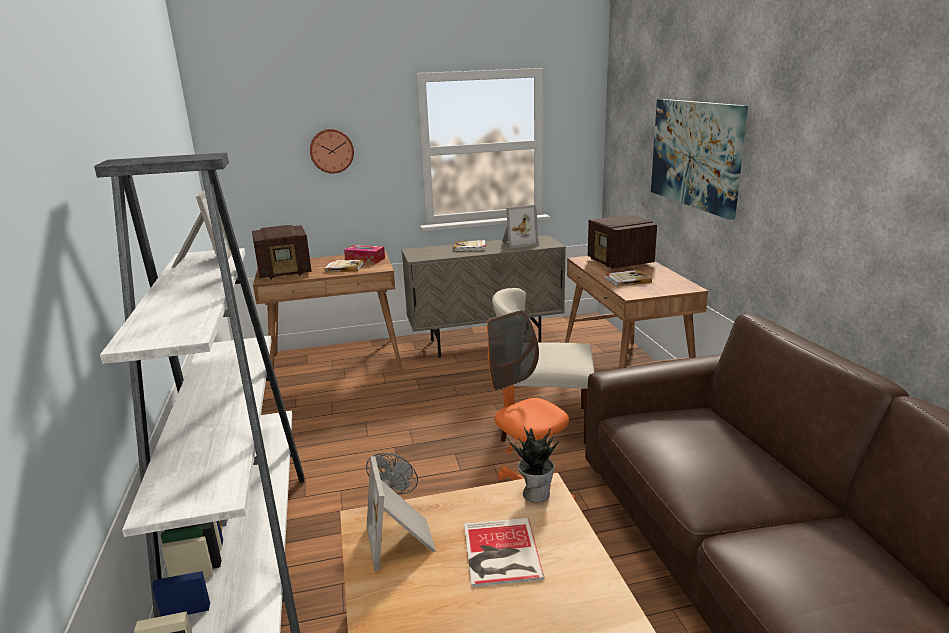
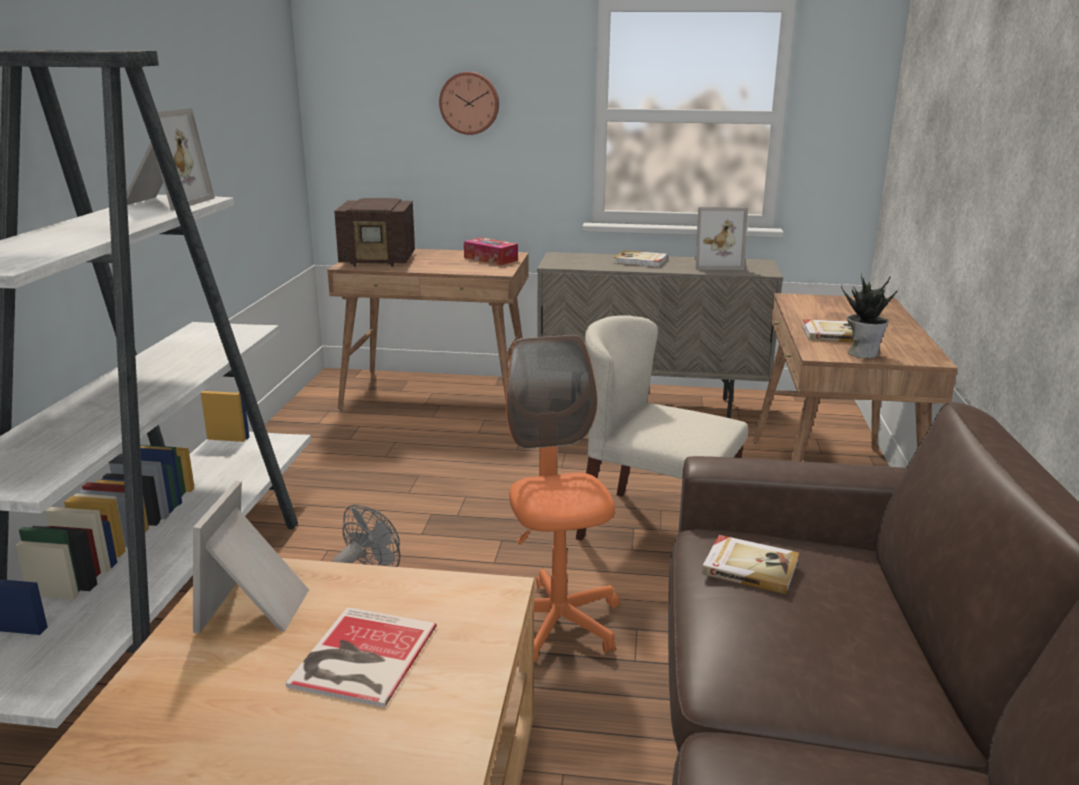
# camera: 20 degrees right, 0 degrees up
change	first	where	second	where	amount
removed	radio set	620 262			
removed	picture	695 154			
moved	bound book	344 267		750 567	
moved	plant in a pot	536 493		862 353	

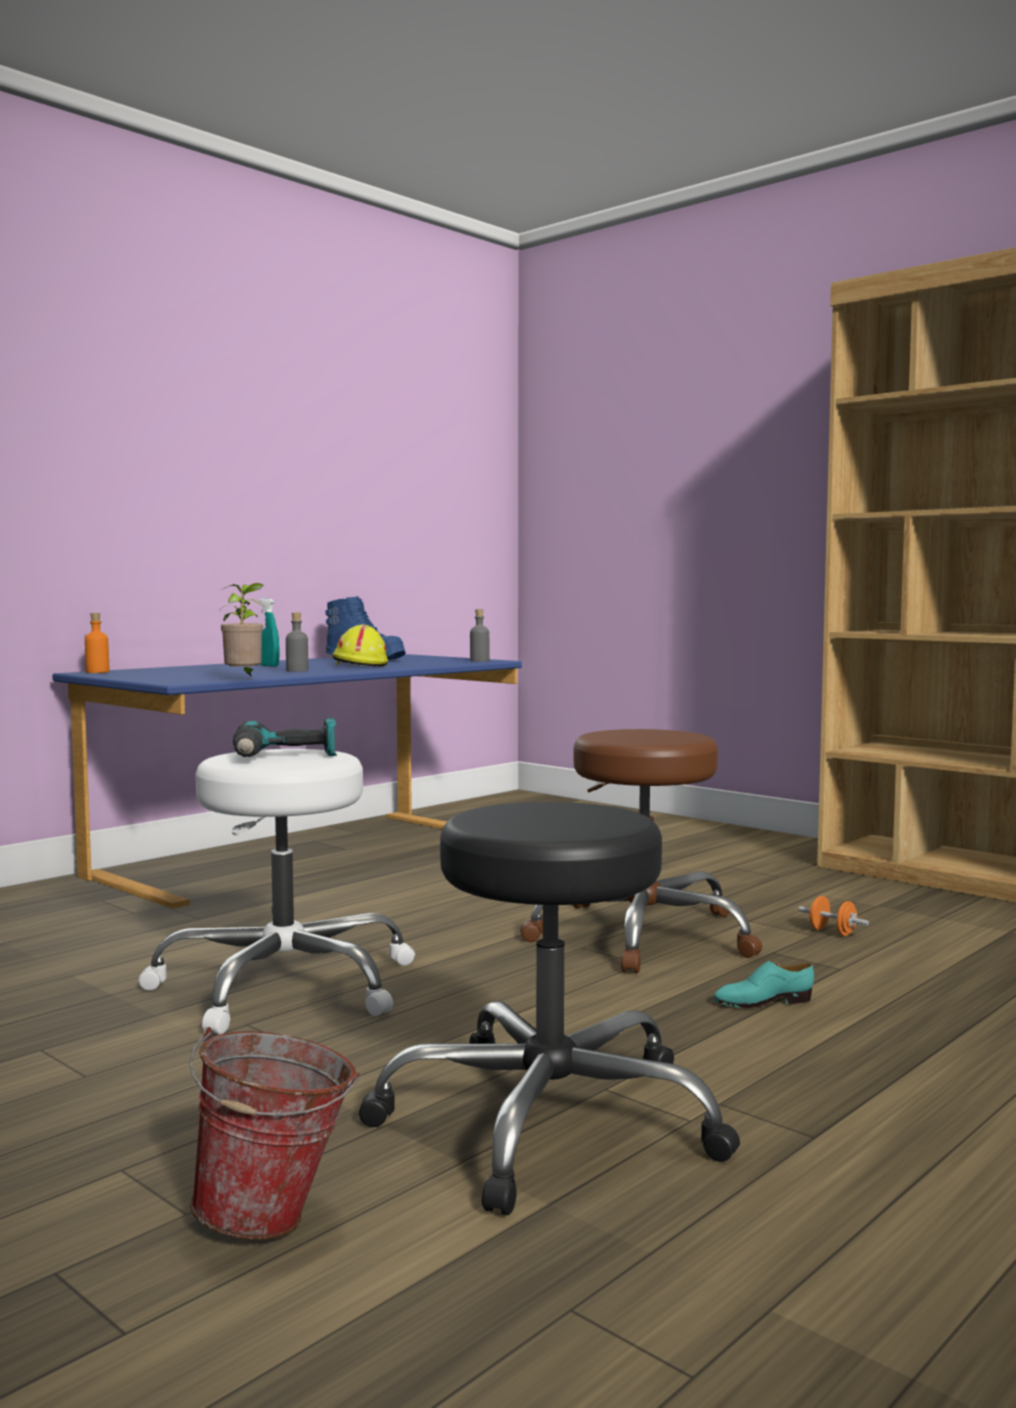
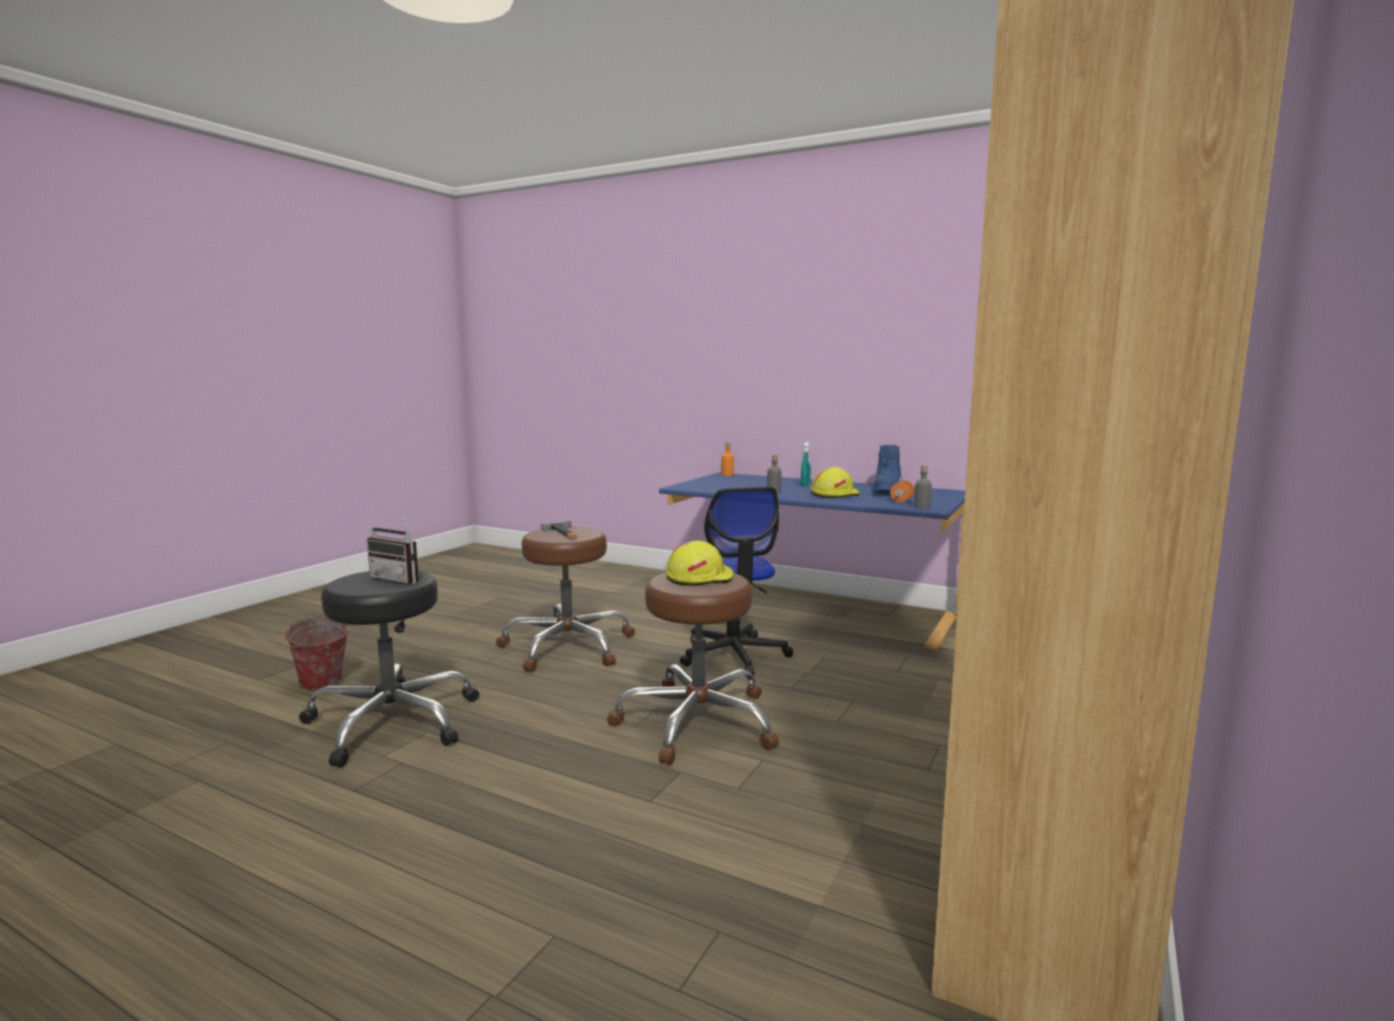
# camera: 75 degrees right, 5 degrees up
change	first	where	second	where	amount
removed	plant in a pot	244 679			
removed	turquoise shoe	762 1002			
added			radio set	400 579	
added			yellow work helmet	699 578	
added			desk chair	734 655	
moved	orangey free weight	832 932		901 501	
replaced	drill	285 757	hammer	565 534	
recoloured	white-coloured stool seat	286 985	brown stool seat	567 647	

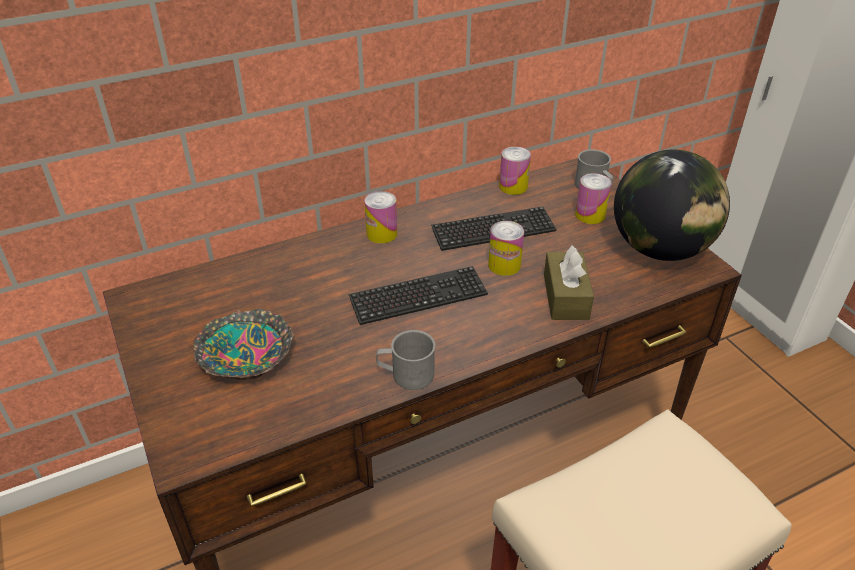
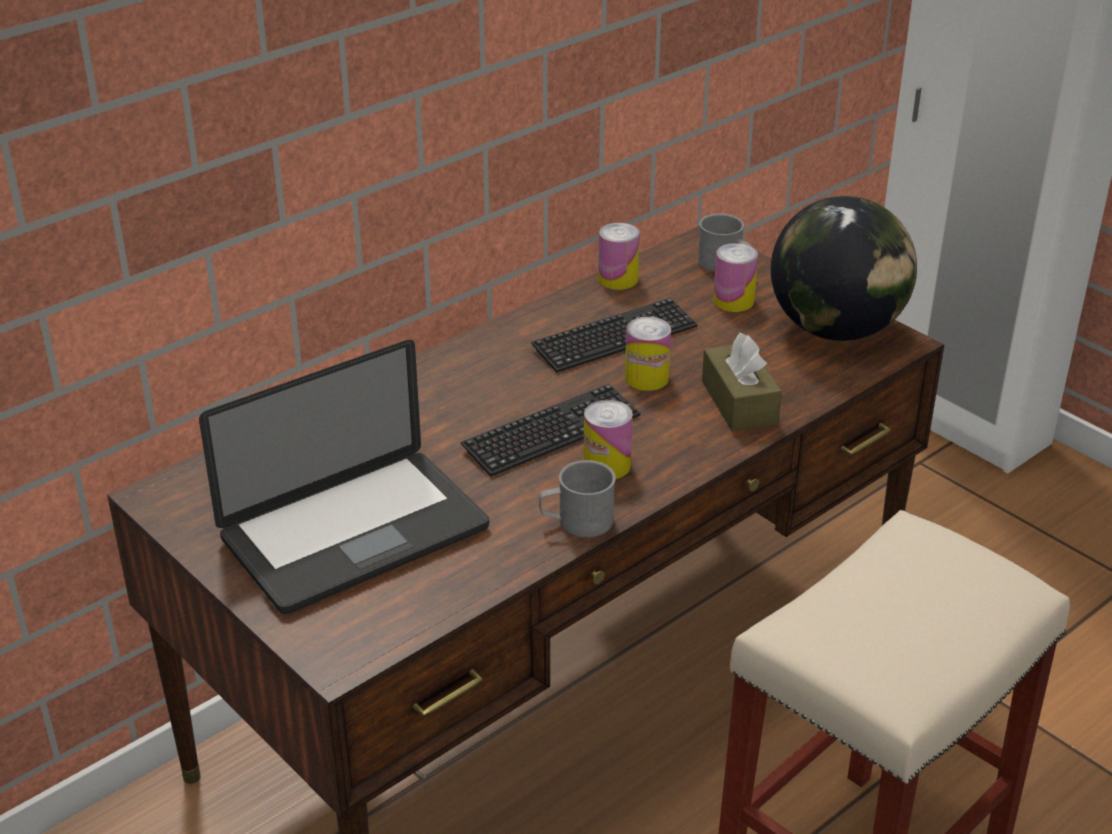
# camera: 15 degrees left, 5 degrees down
change	first	where	second	where	amount
moved	sealed can	381 234		607 465	
replaced	serving bowl	245 353	notebook computer	355 534	

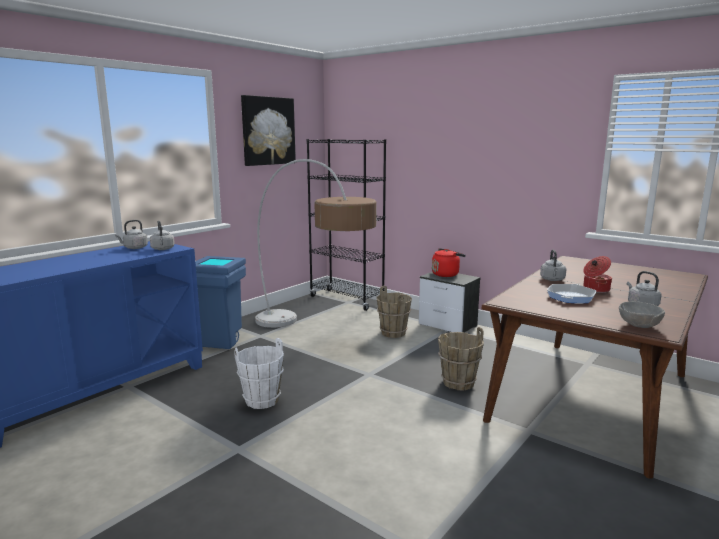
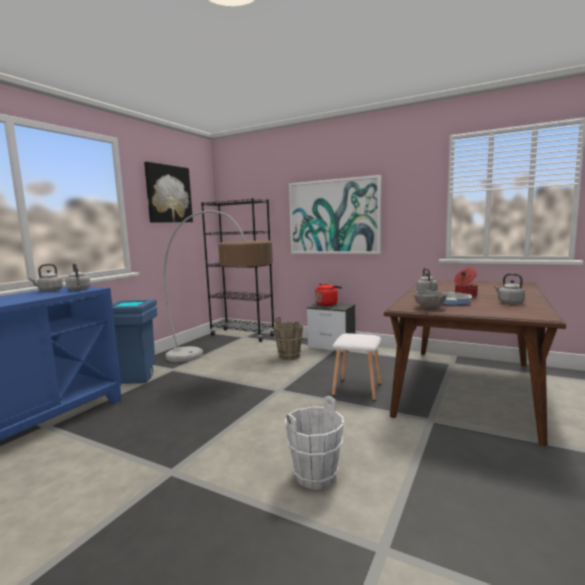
# camera: 10 degrees left, 5 degrees down
change	first	where	second	where	amount
added			picture	334 217	
moved	white-coloured pail	262 401		316 476	
moved	gray serving bowl	639 326		430 307	
replaced	brown pail	458 383	white-coloured stool seat	357 389	

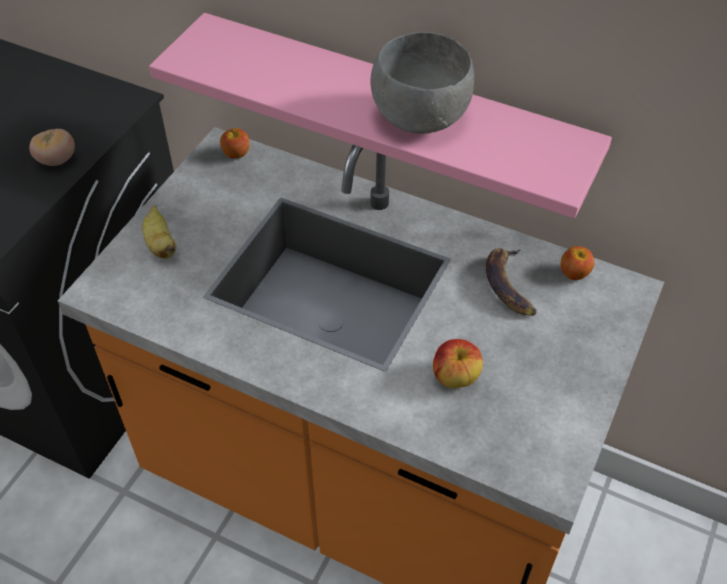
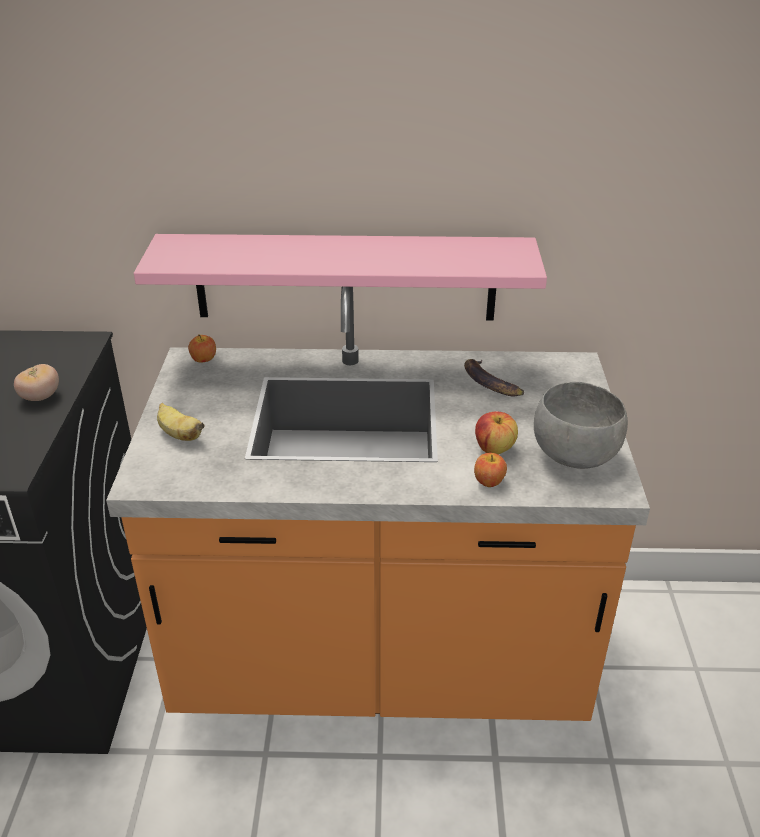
# camera: 25 degrees left, 15 degrees down
change	first	where	second	where	amount
moved	gray serving bowl	420 116		573 455	
moved	apple fruit	574 273		489 481	

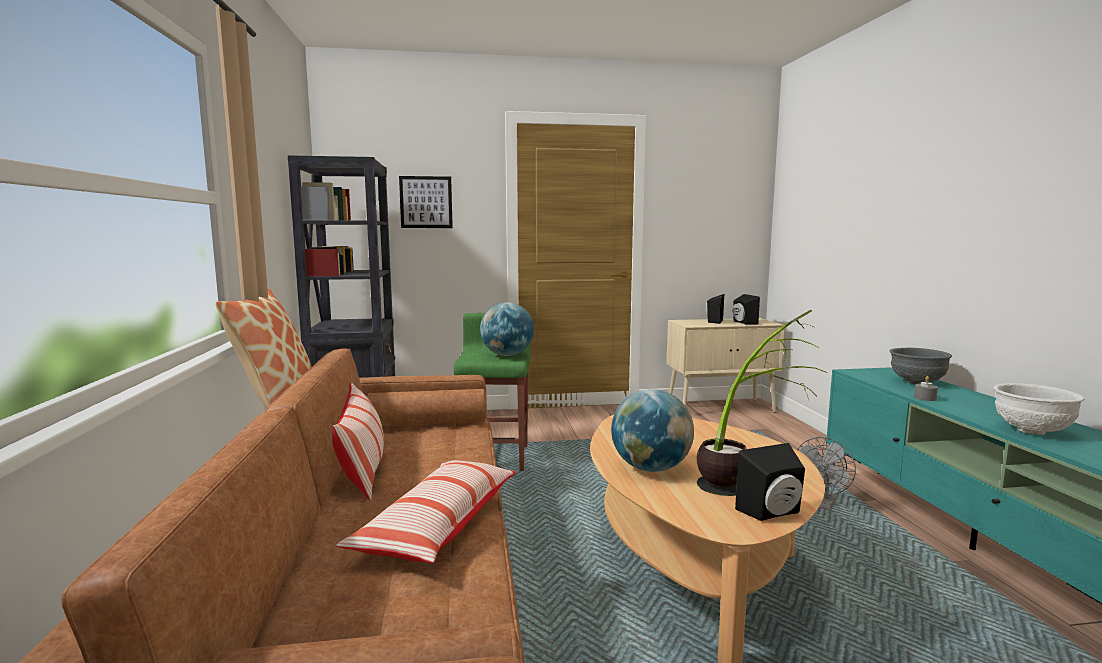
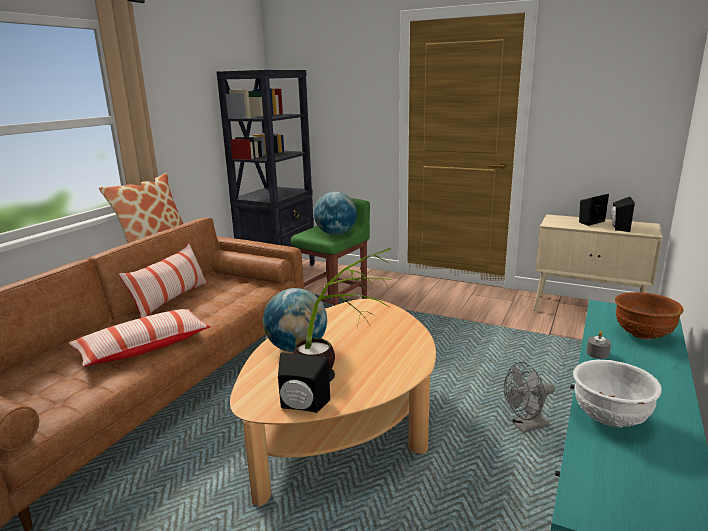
# camera: 35 degrees right, 10 degrees up
change	first	where	second	where	amount
removed	picture	426 202			
recoloured	gray serving bowl	916 382	brown serving bowl	642 335	

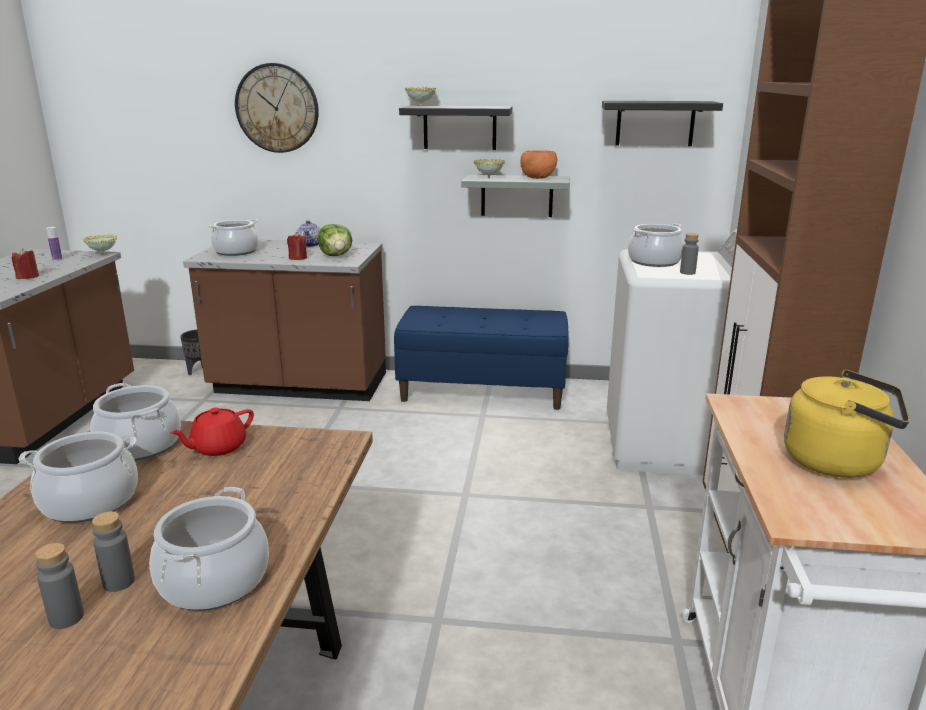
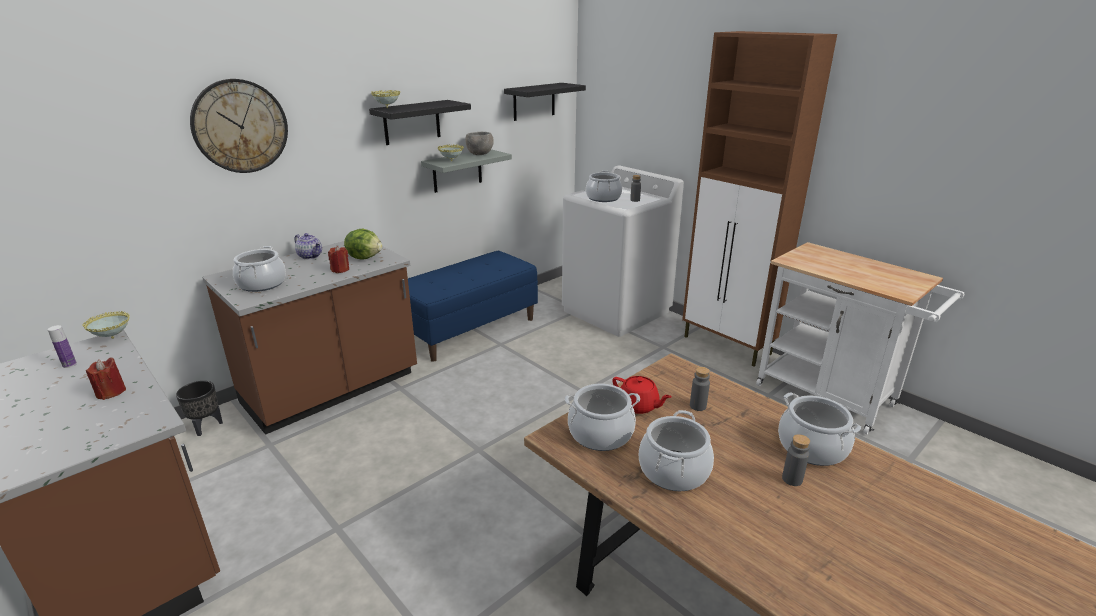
# camera: 50 degrees left, 5 degrees up
change	first	where	second	where	amount
removed	yellow water kettle	838 462			
moved	gray bottle	66 618		698 406	
recoloured	orangey serving bowl	537 178	gray serving bowl	479 154	
turned	reddish teapot	217 447		638 406	45 degrees counterclockwise

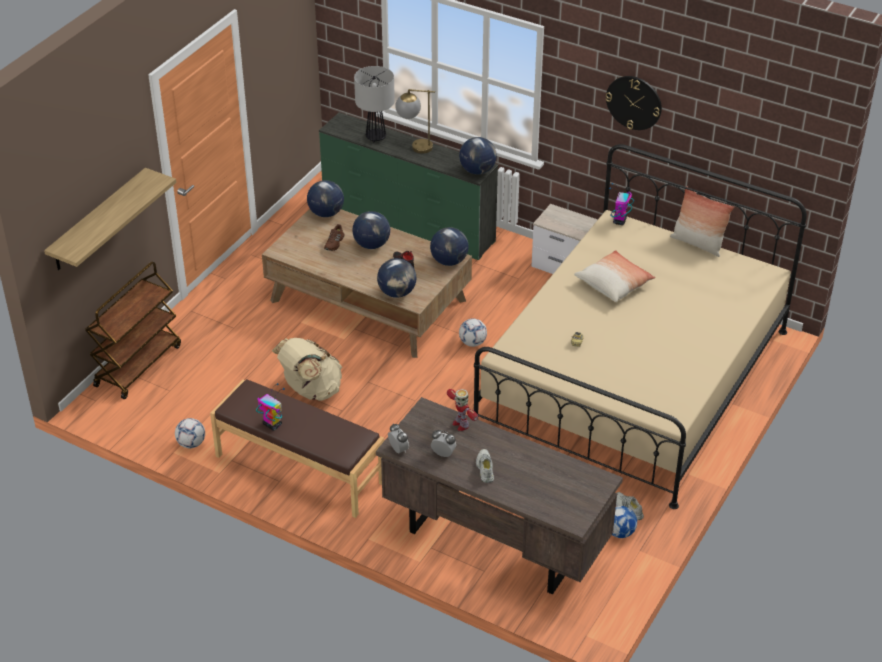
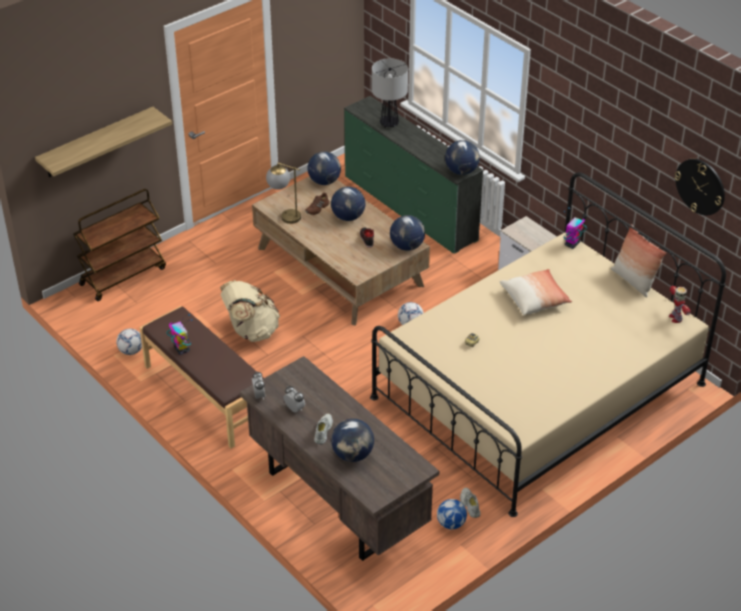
# camera: 20 degrees right, 0 degrees up
change	first	where	second	where	amount
moved	world globe	397 293		352 455	
moved	tabletop lamp	414 147		284 215	
moved	robot figure	460 424		675 317	
moved	clock on the wall	634 102		700 186	

